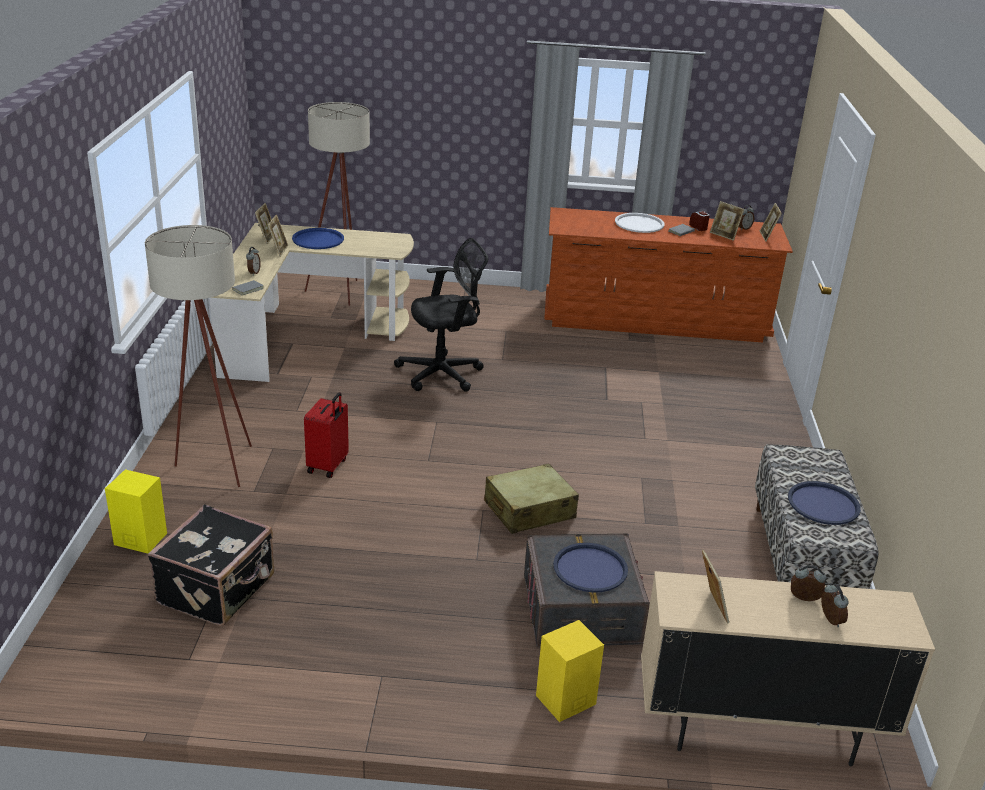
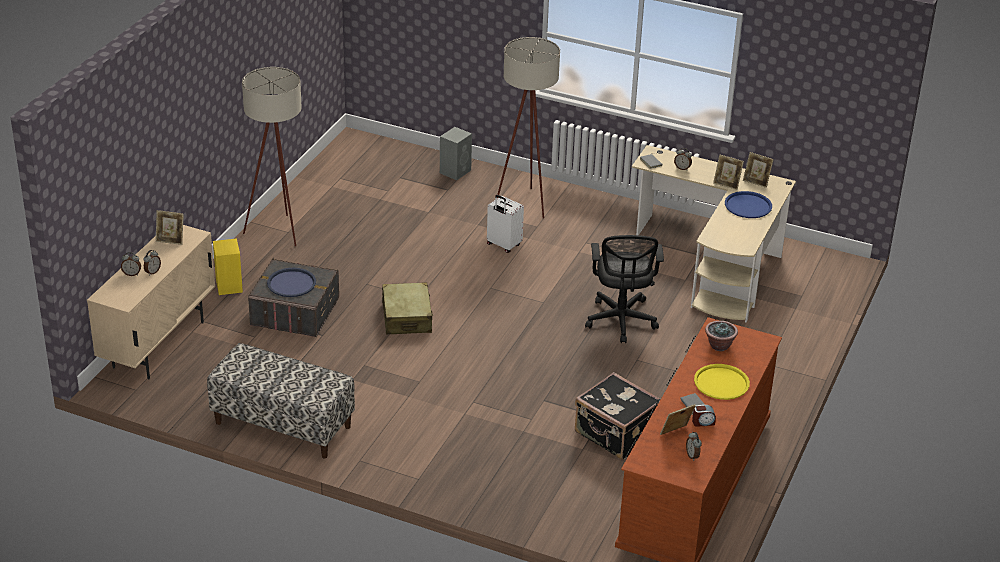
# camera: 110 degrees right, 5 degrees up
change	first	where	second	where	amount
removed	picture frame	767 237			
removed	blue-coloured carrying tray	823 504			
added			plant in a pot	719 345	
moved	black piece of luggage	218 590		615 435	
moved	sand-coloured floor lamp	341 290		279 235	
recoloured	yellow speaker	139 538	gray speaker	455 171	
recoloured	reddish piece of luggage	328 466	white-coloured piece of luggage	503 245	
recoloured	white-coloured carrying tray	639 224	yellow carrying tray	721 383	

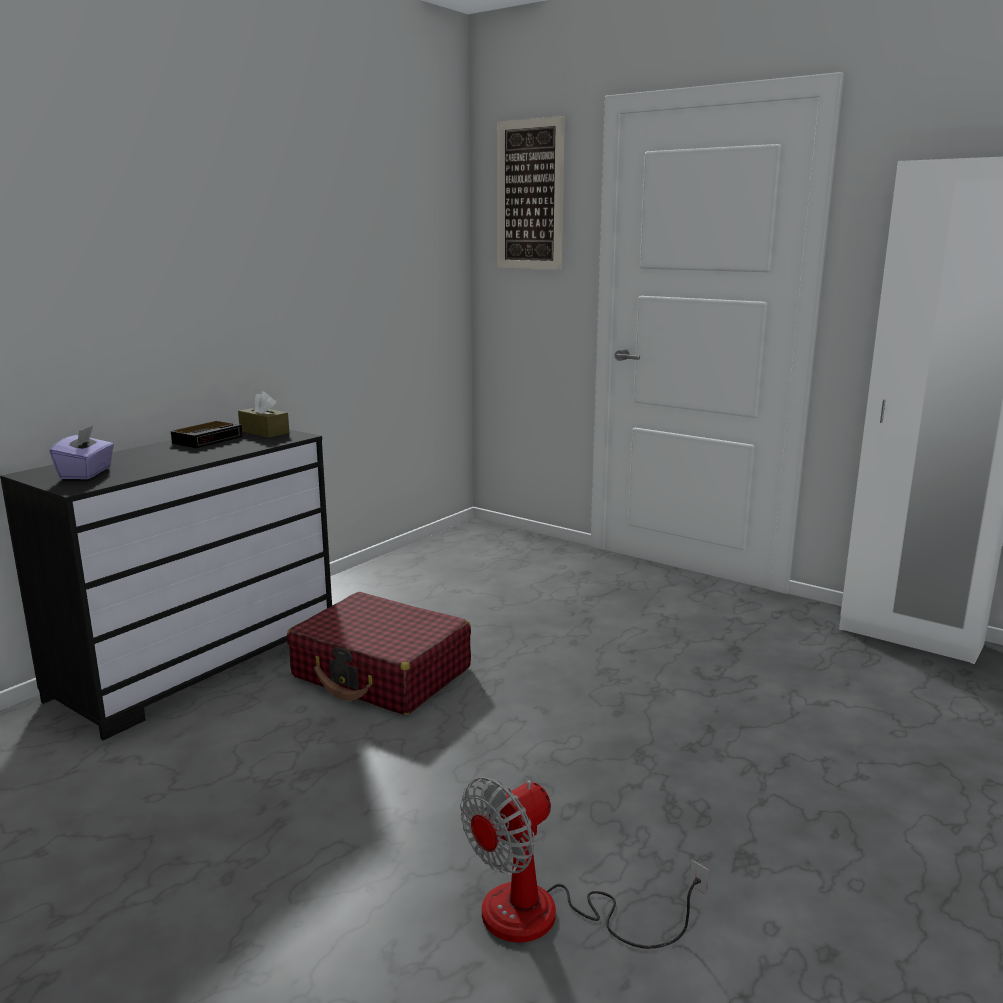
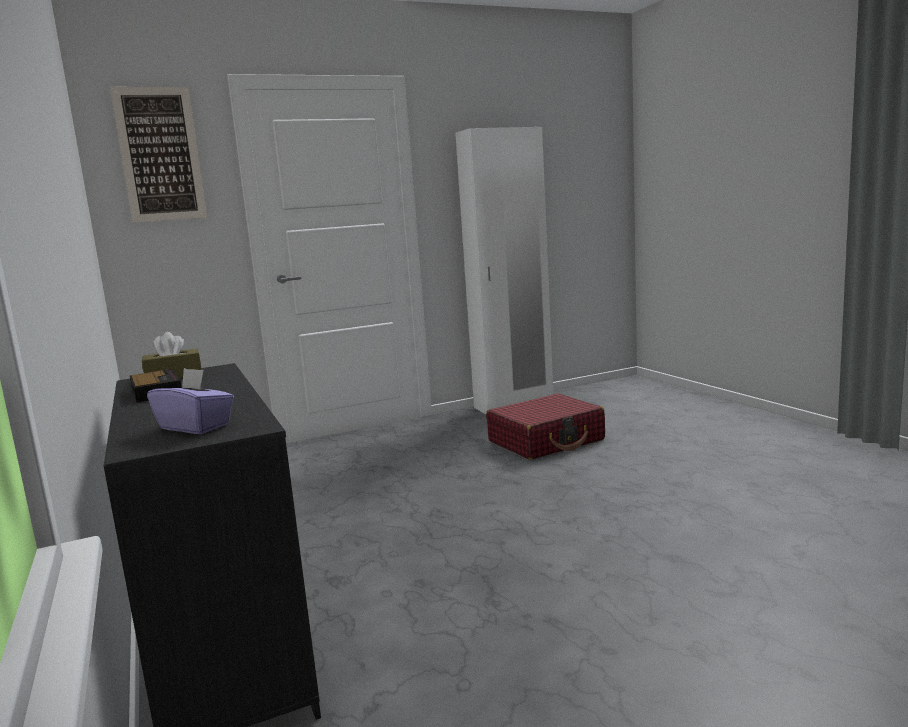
# camera: 60 degrees left, 5 degrees down
change	first	where	second	where	amount
removed	cooling fan	548 917			
moved	reddish piece of luggage	382 673		546 441	

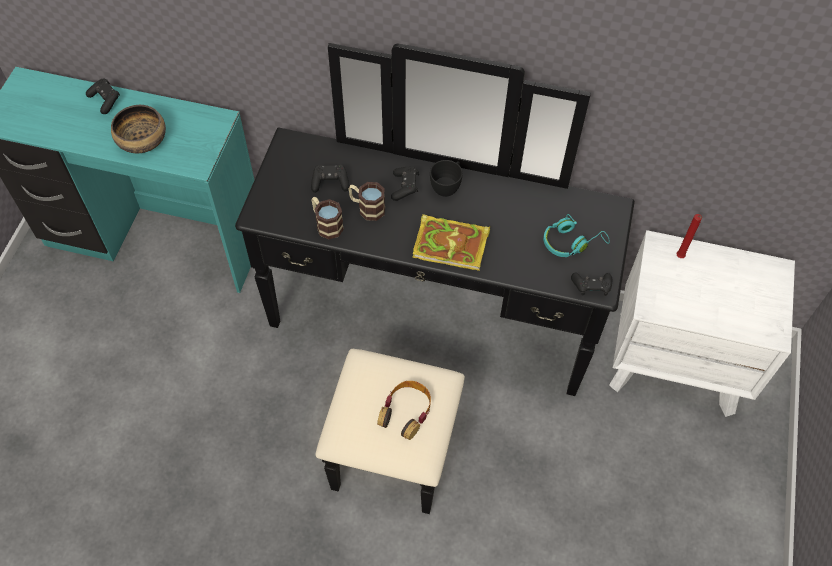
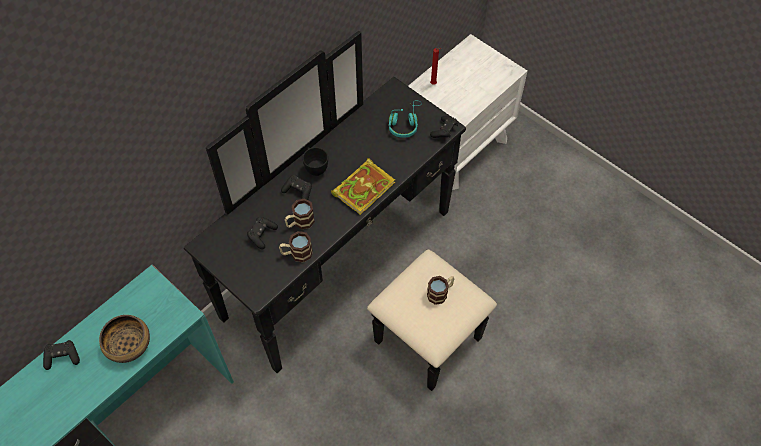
# camera: 60 degrees left, 0 degrees up
change	first	where	second	where	amount
replaced	headphones	406 411	coffee mug	440 293	

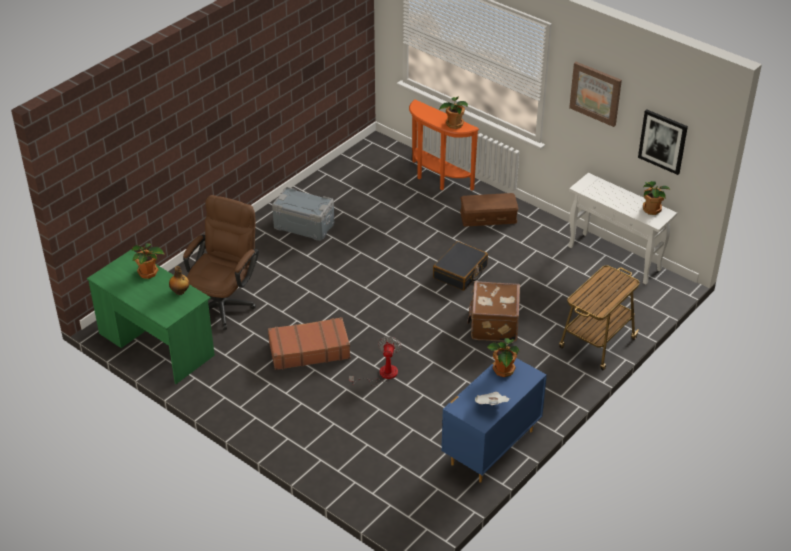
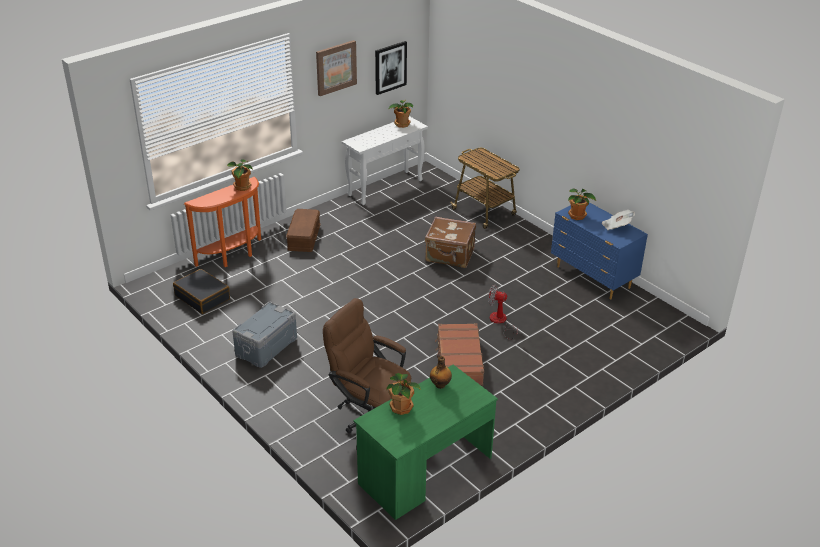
# camera: 80 degrees left, 5 degrees down
change	first	where	second	where	amount
moved	black piece of luggage	460 272		202 297	

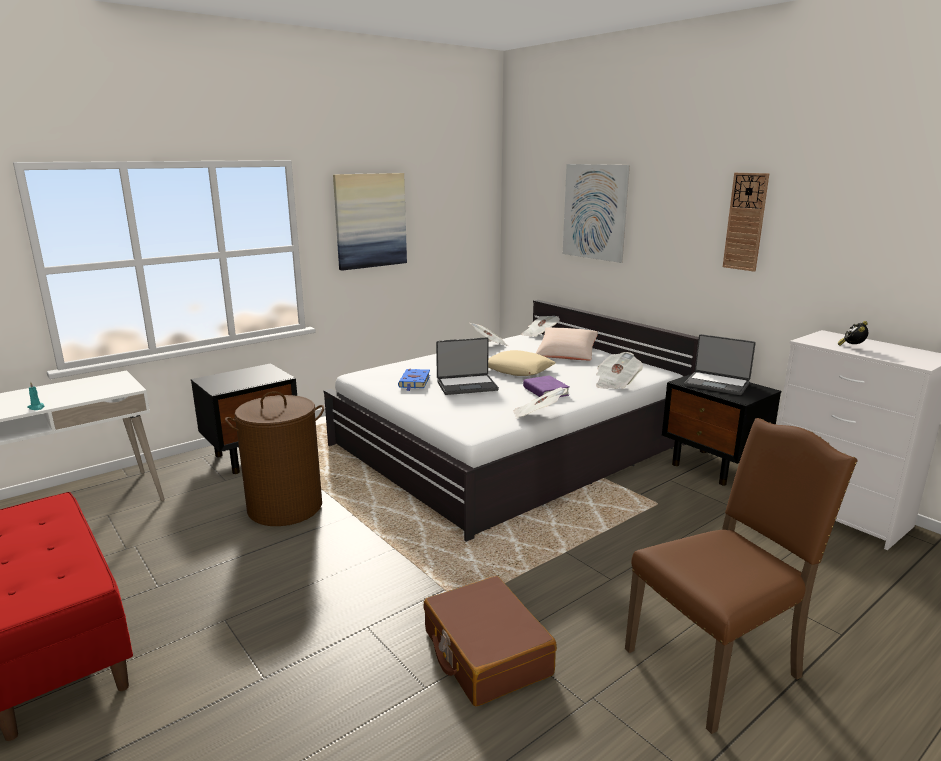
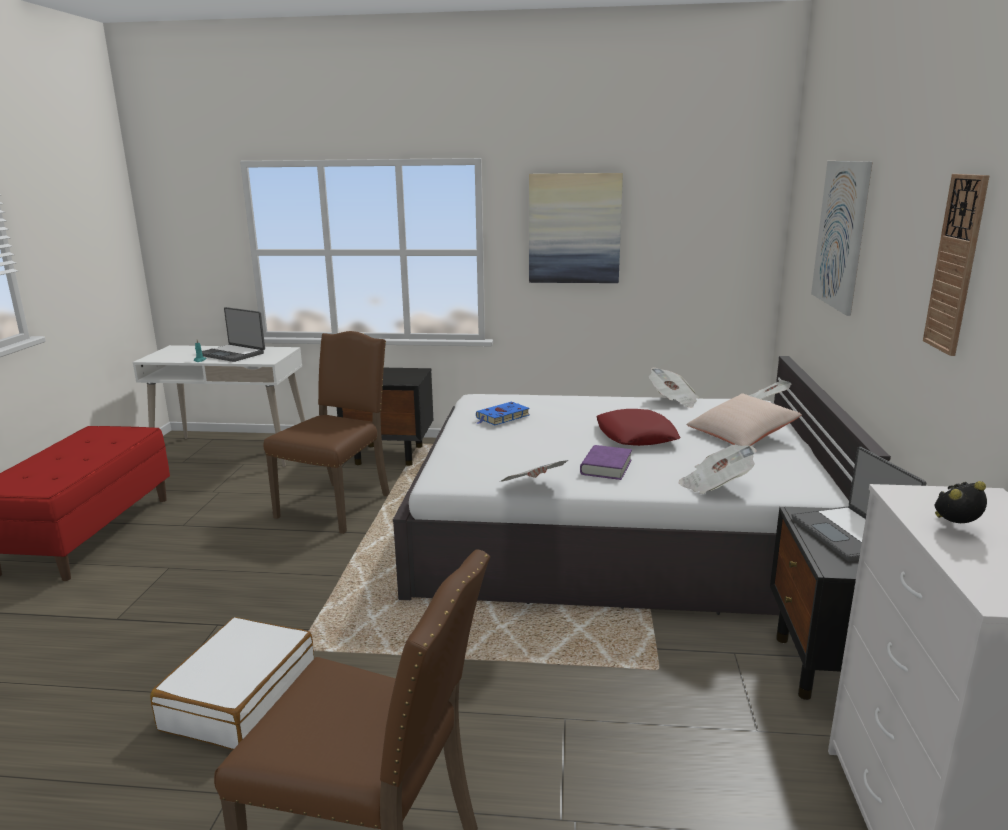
# camera: 45 degrees right, 0 degrees up
change	first	where	second	where	amount
moved	notebook computer	467 385		233 354	
replaced	brown hamper	285 507	brown chair	338 505	
recoloured	brown piece of luggage	486 653	white-coloured piece of luggage	239 698	
recoloured	sand-coloured cushion	518 370	reddish cushion	636 436	

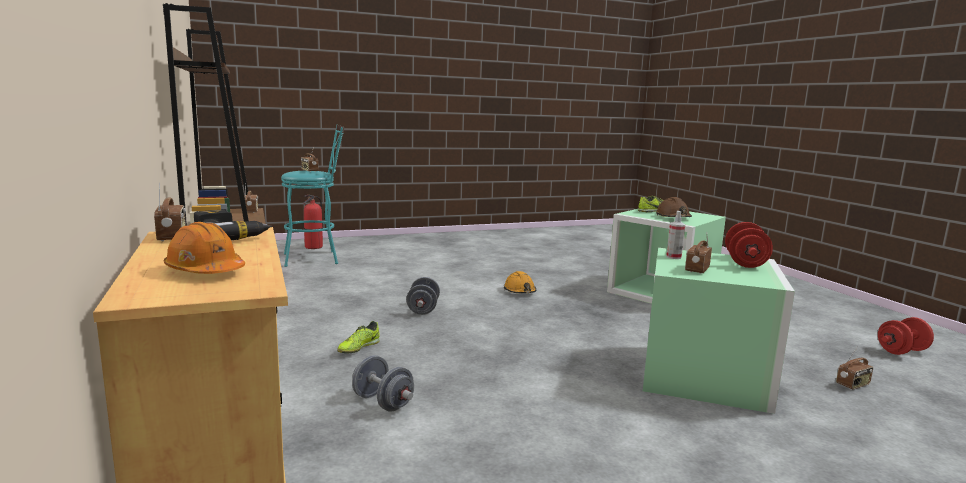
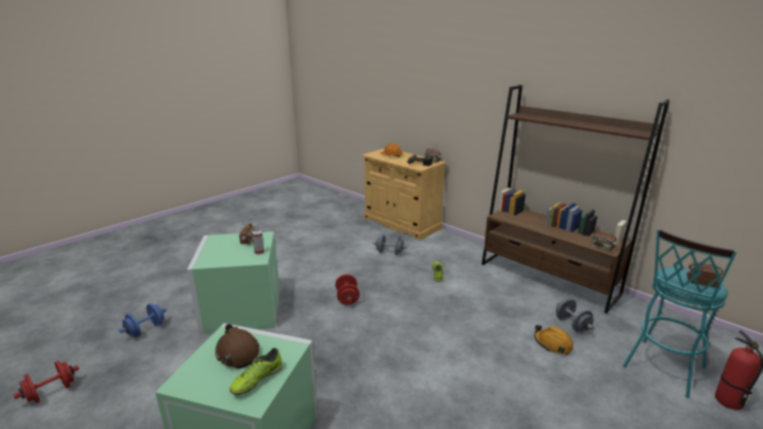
# camera: 155 degrees right, 10 degrees up
change	first	where	second	where	amount
moved	gray free weight	423 309		572 325	
moved	orangey work helmet	520 291		553 344	
moved	reddish free weight	745 263		347 298	
replaced	radio set	853 385	blue-coloured free weight	146 330	

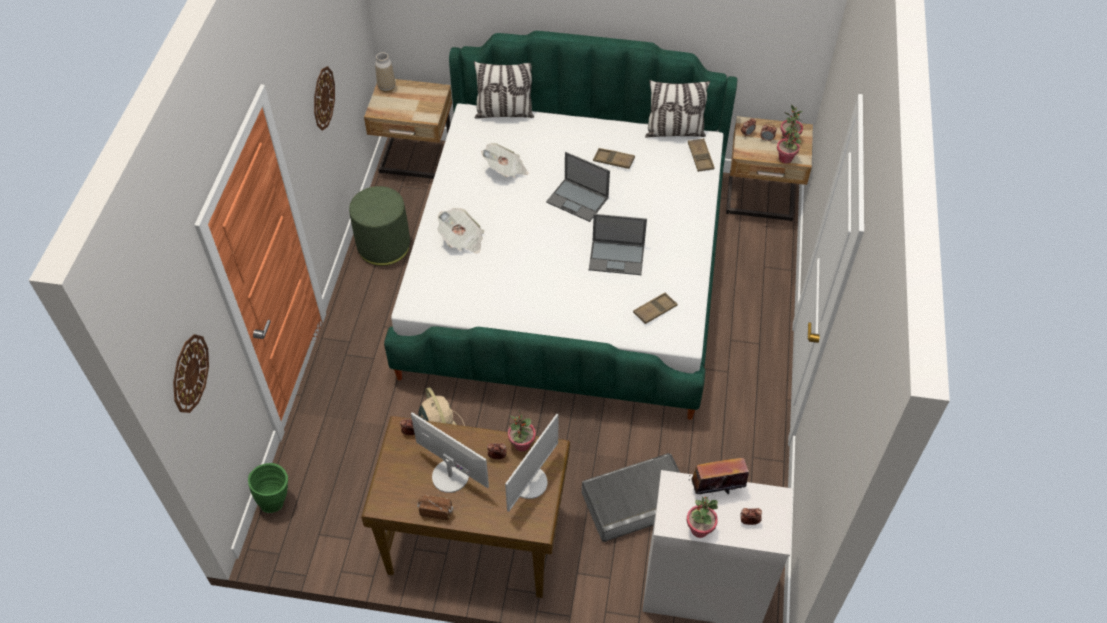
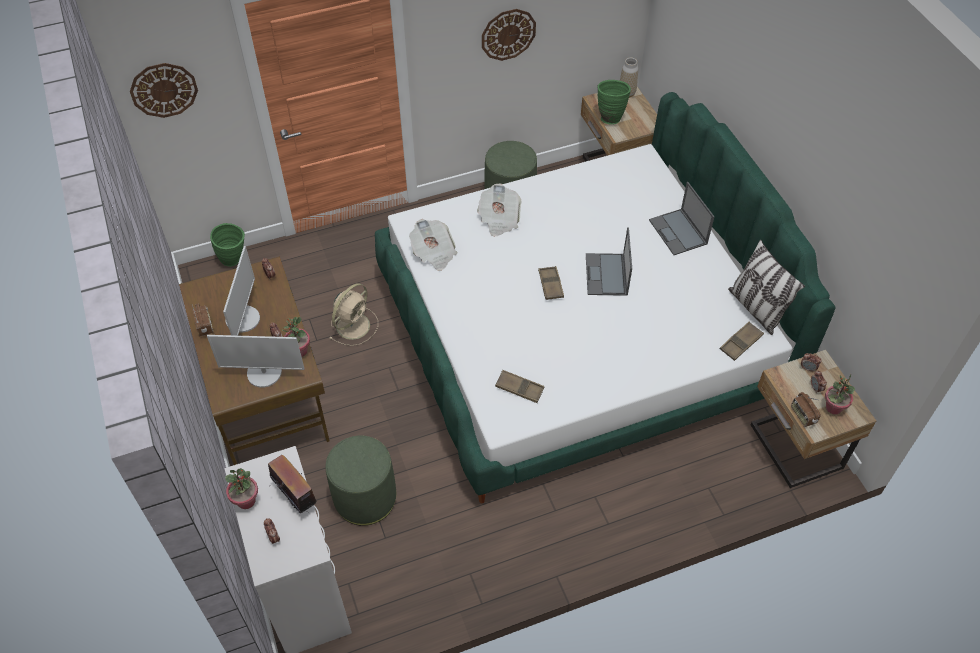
# camera: 60 degrees right, 0 degrees up
change	first	where	second	where	amount
removed	cushion	504 113			
added			green-coloured flower vase	610 117	
moved	printed paper	505 170		434 253	
moved	notebook computer	617 257		678 232	
moved	brown carrying tray	613 160		550 285	
replaced	gray storage box	636 502	green-coloured footrest	365 498	
replaced	plant in a pot	785 159	radio set	802 415	

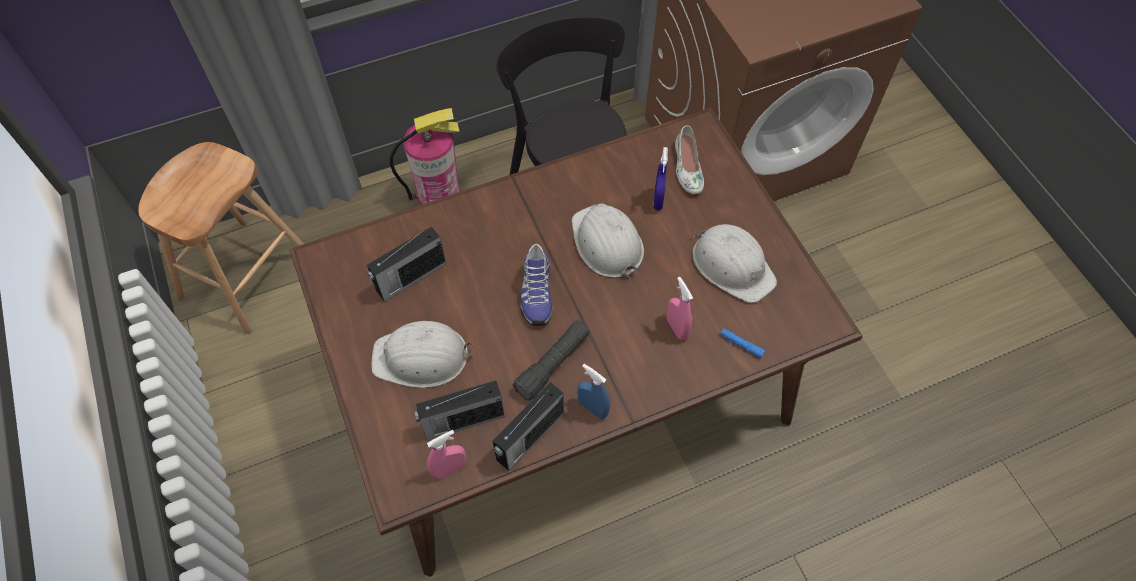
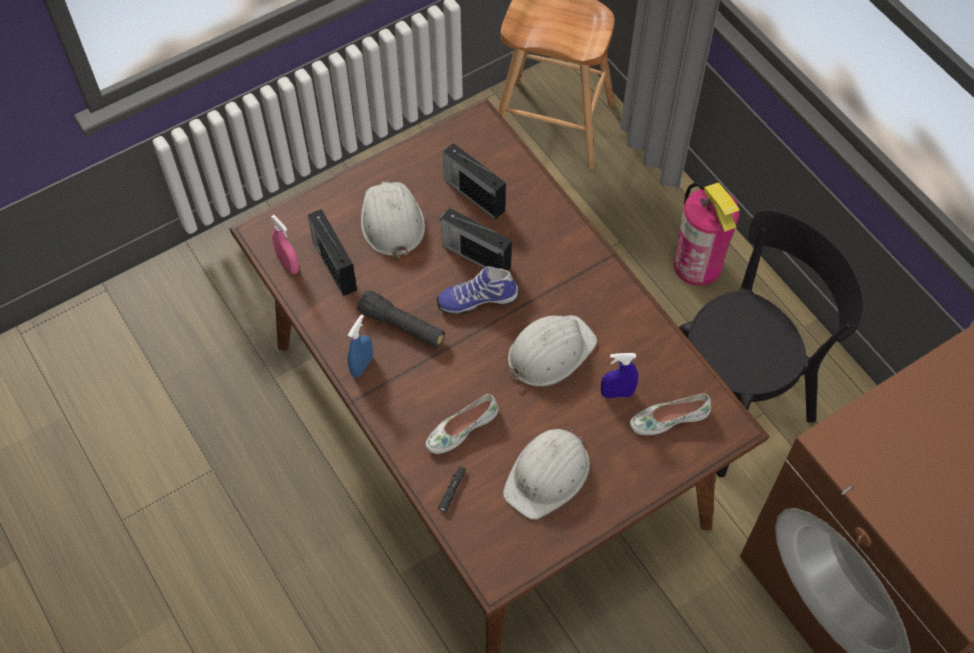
# camera: 80 degrees right, 0 degrees up
change	first	where	second	where	amount
moved	radio set	529 437		475 255	
replaced	pink-coloured spray bottle	676 328	white-coloured shoe	461 428	
recoloured	blue-coloured torch	741 345	black torch	452 490	

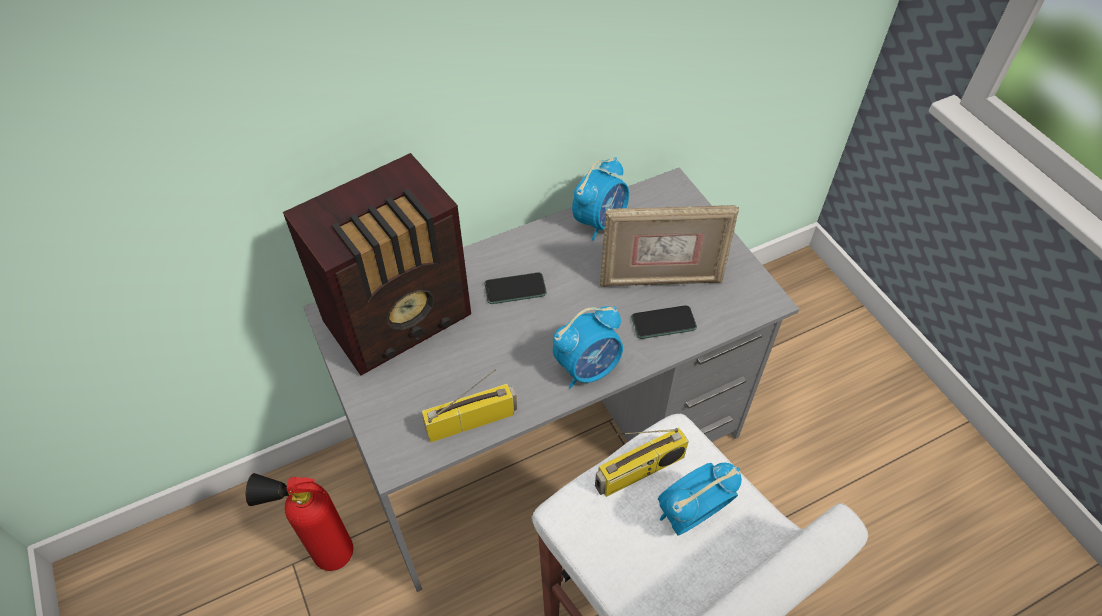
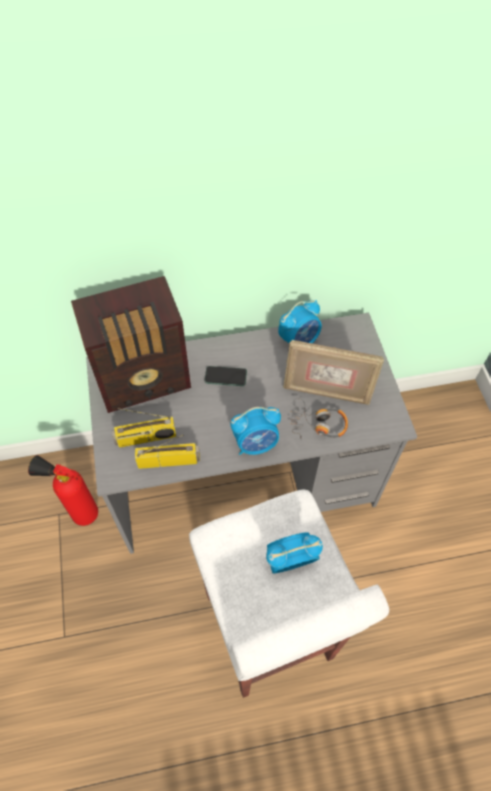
# camera: 15 degrees right, 5 degrees up
change	first	where	second	where	amount
moved	radio set	639 472		145 438	
replaced	handset	663 323	headphones	318 424	

